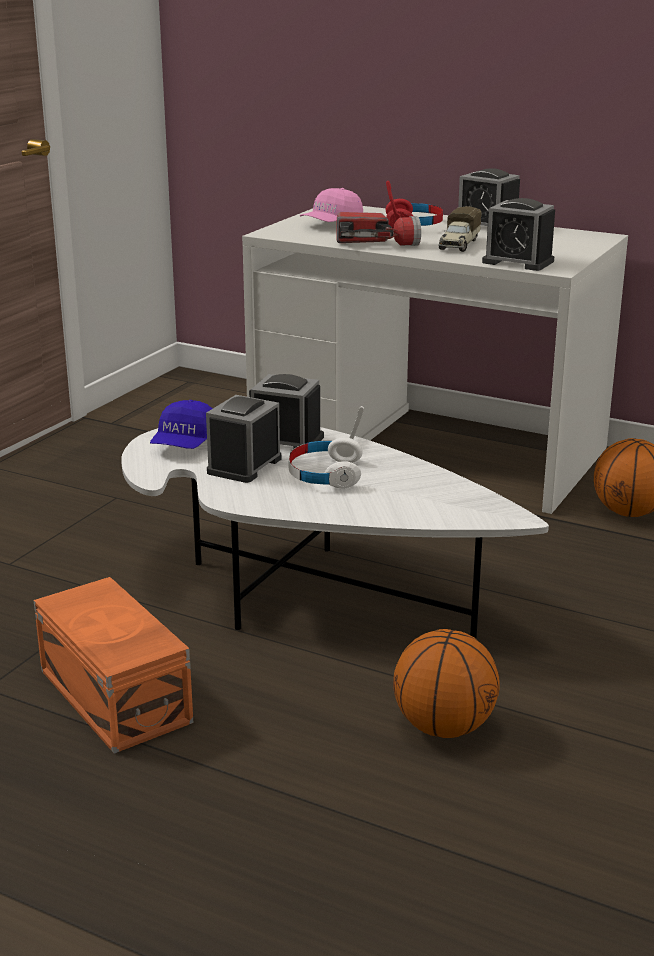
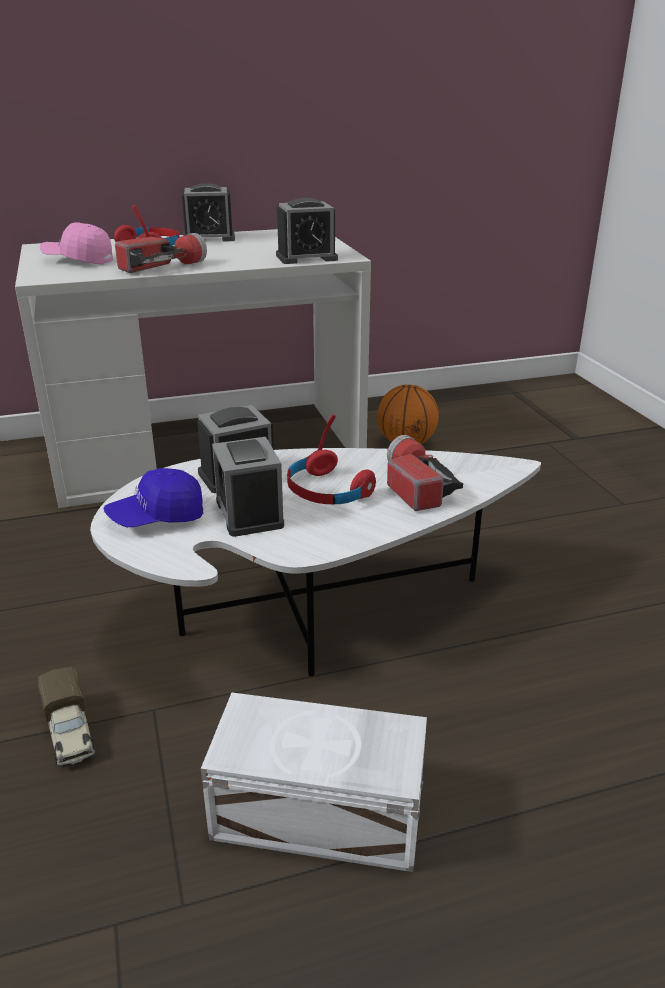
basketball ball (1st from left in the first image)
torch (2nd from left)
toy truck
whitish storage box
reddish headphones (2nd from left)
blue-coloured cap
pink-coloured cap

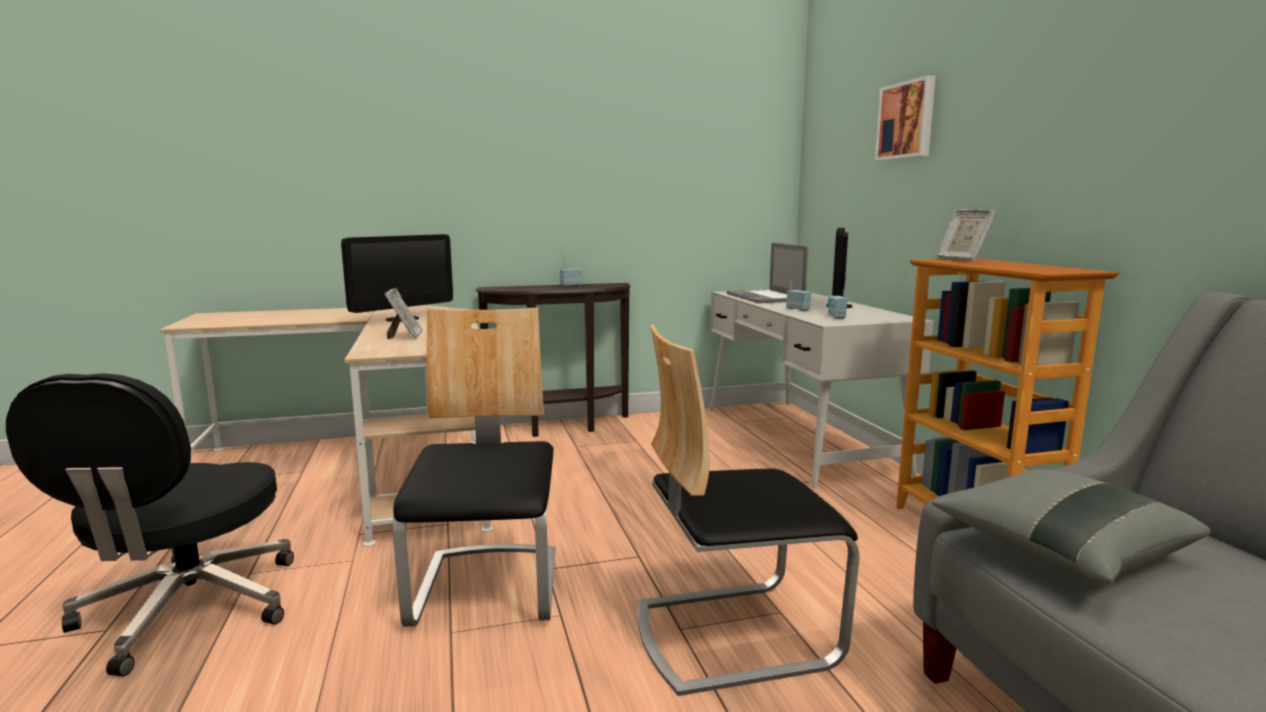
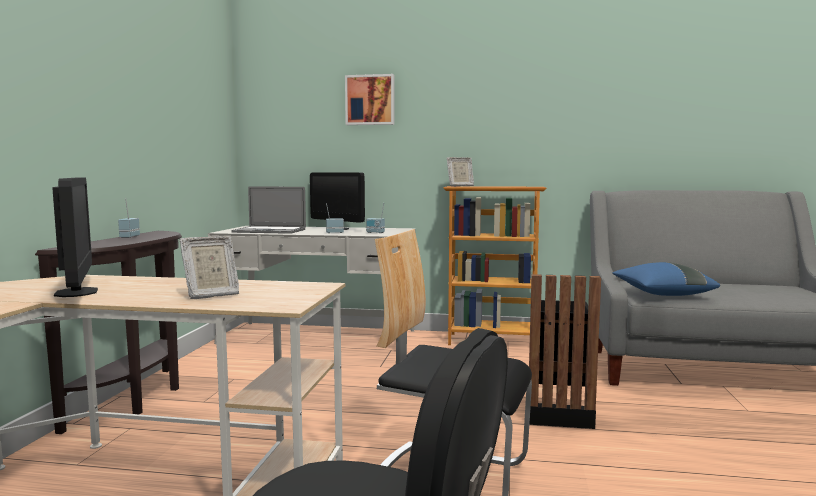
blackish waste bin
blue-coloured pillow
picture frame (1st from left)

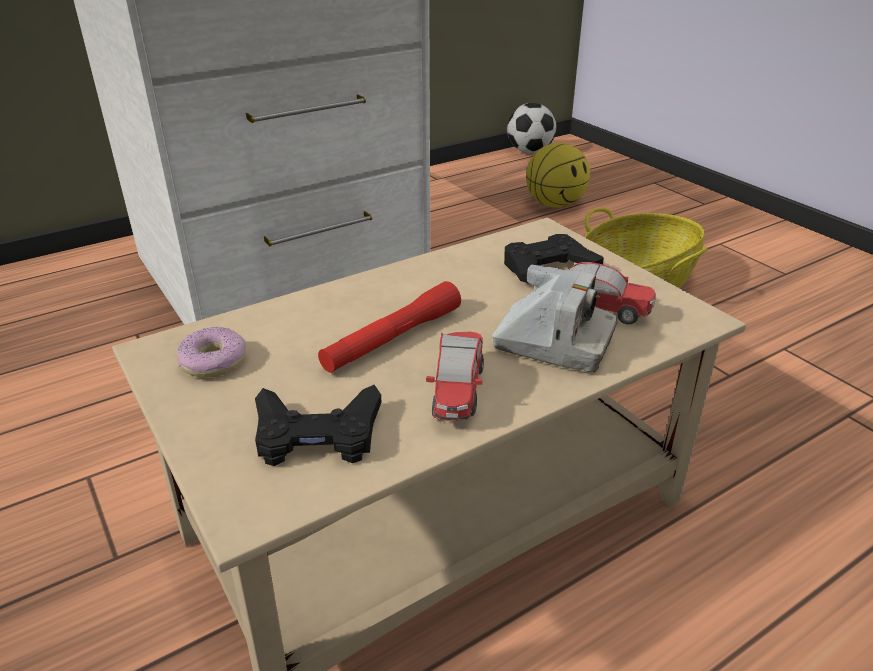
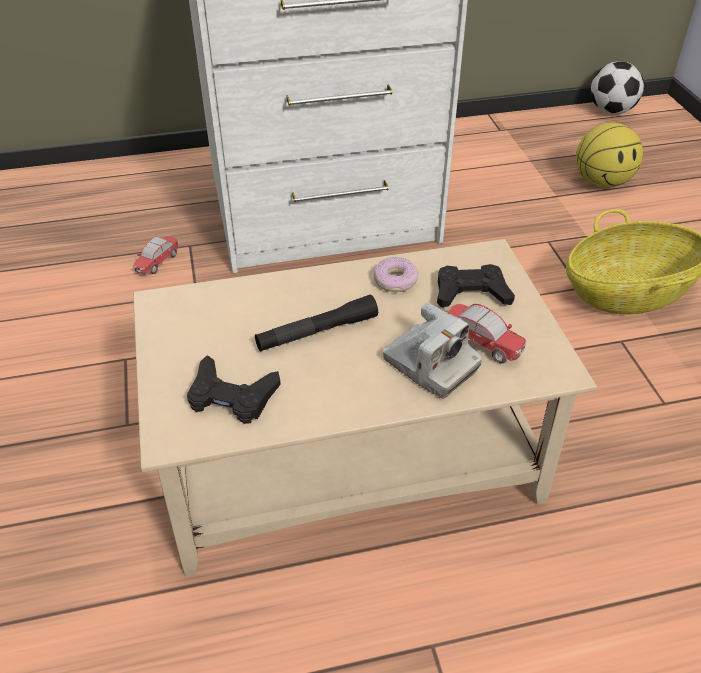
donut
model car (1st from left)
blackish torch

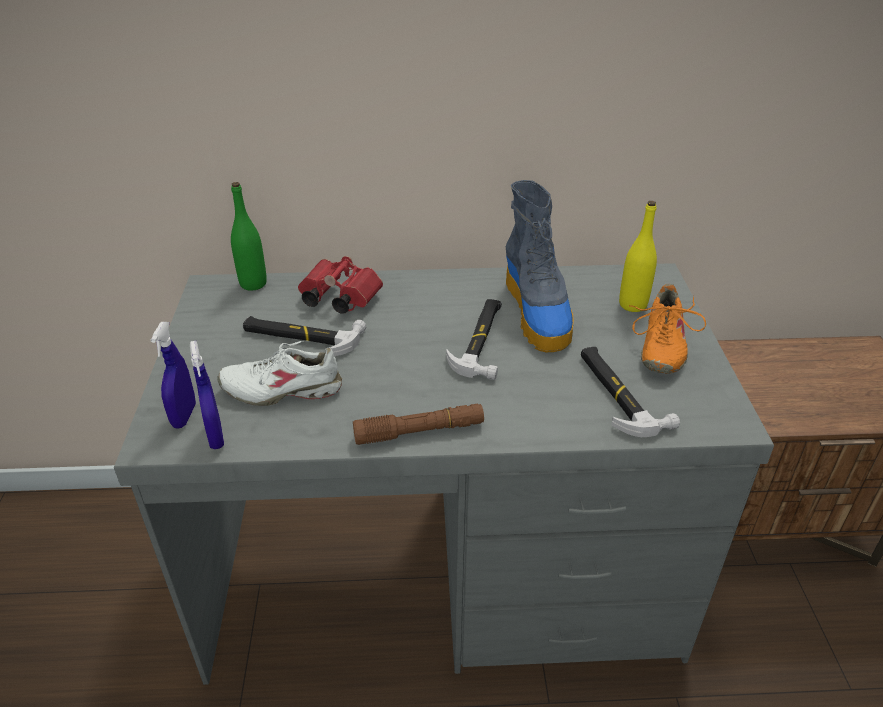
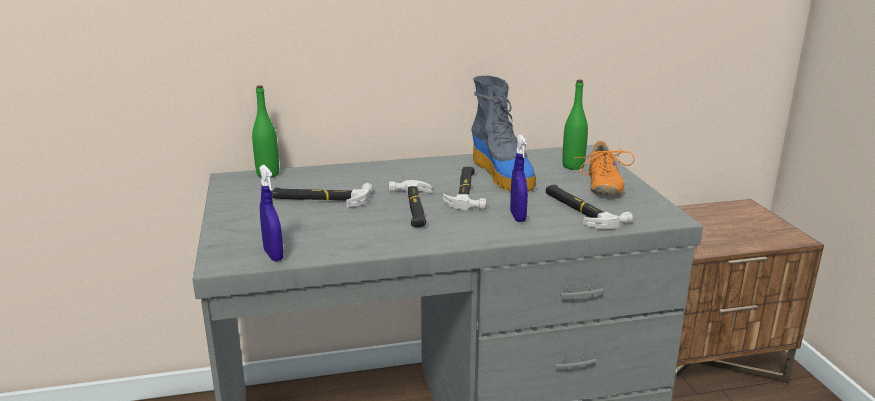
whitish item of footwear
reddish field glasses
brown-coloured torch
tool hammer (2nd from left)
blue-coloured spray bottle (2nd from left)
green-coloured drink bottle (2nd from left)

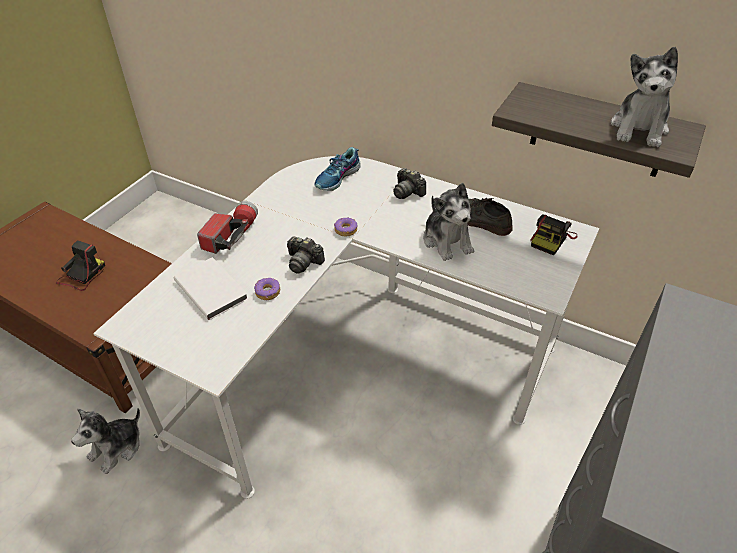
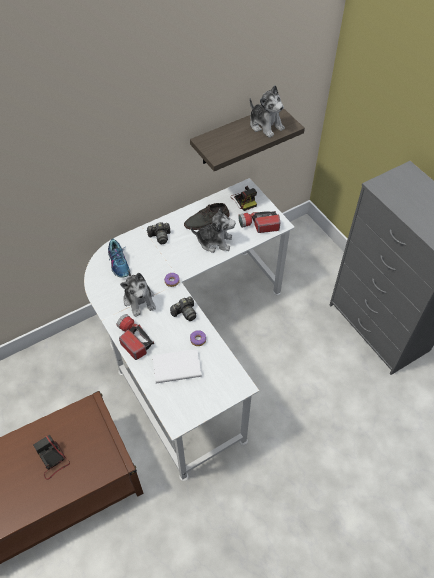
torch (2nd from left)
plush toy (1st from left)

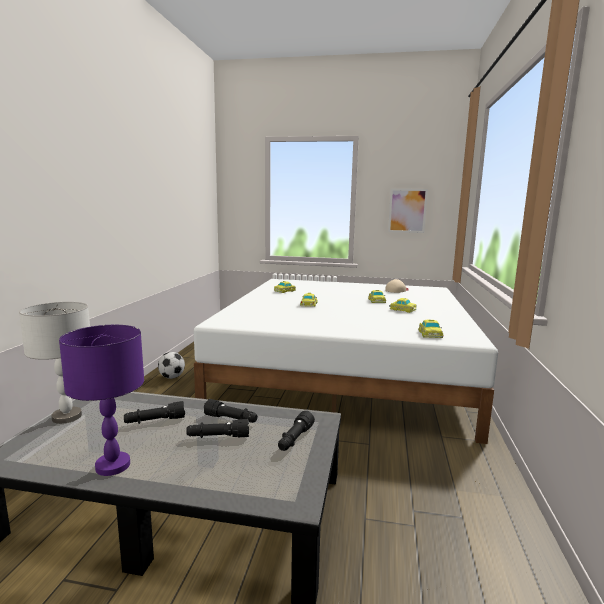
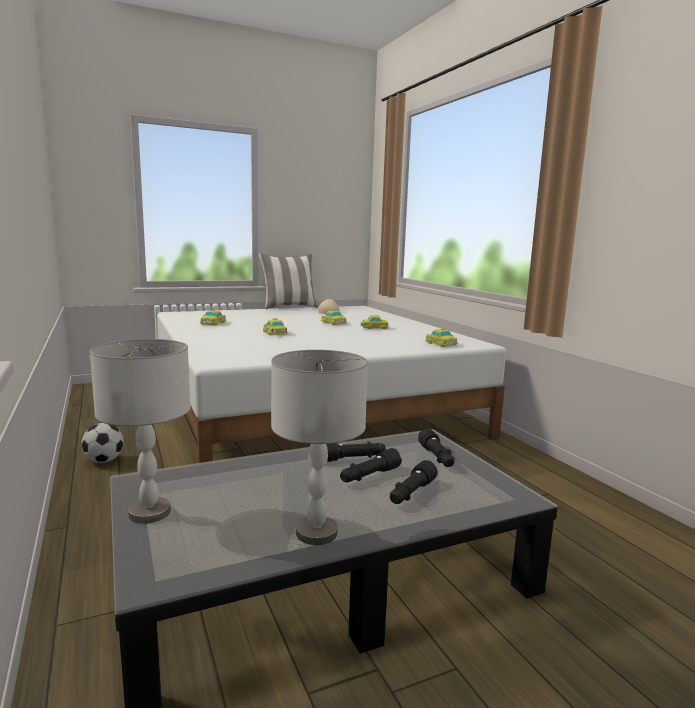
picture
pillow
blackish torch (3rd from left)
grey table lamp (2nd from left)

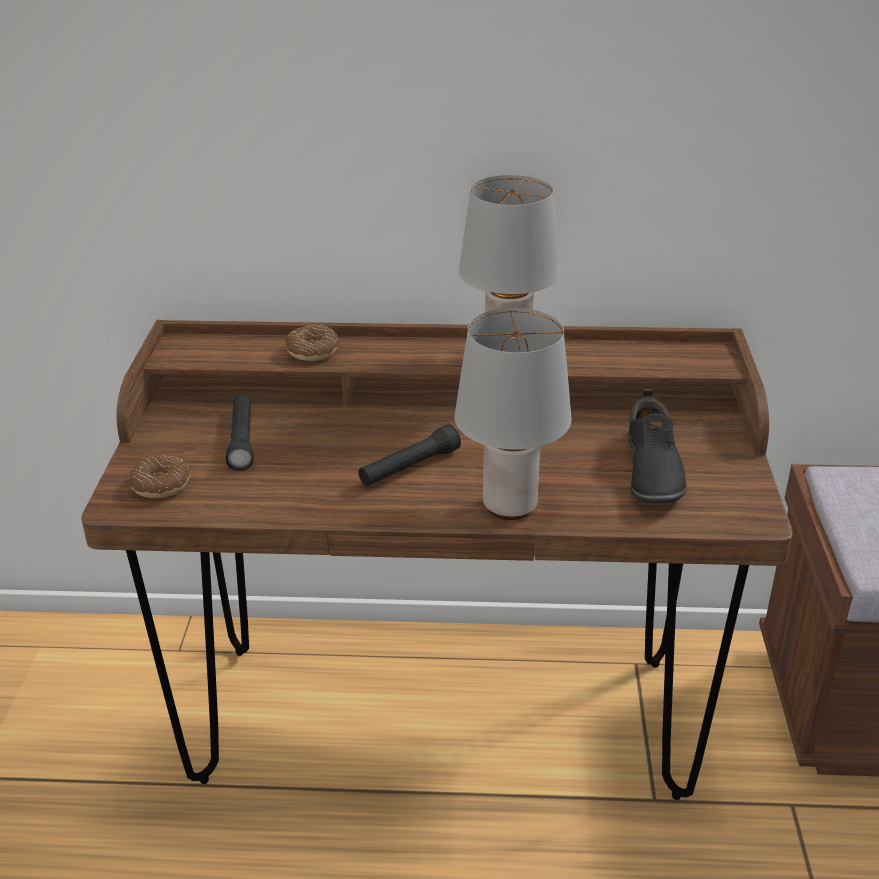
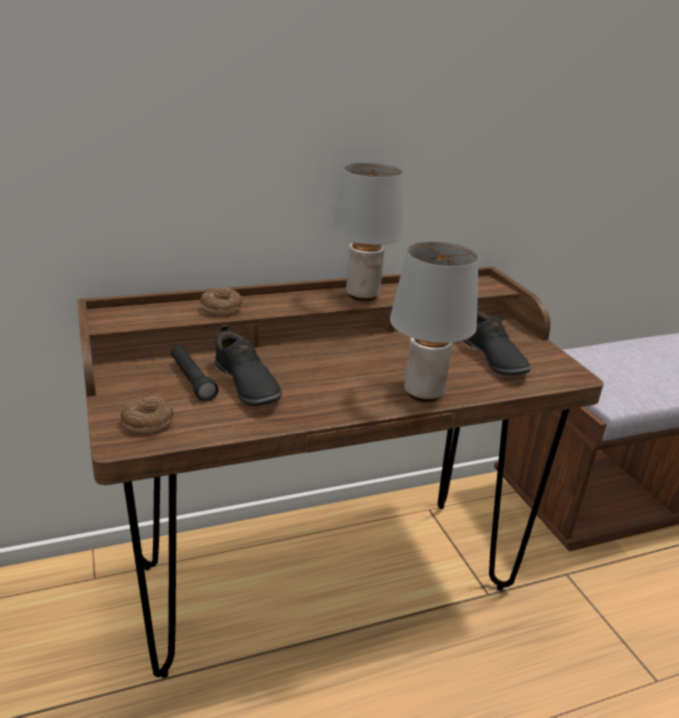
blackish torch (2nd from left in the first image)
blackish item of footwear (1st from left)

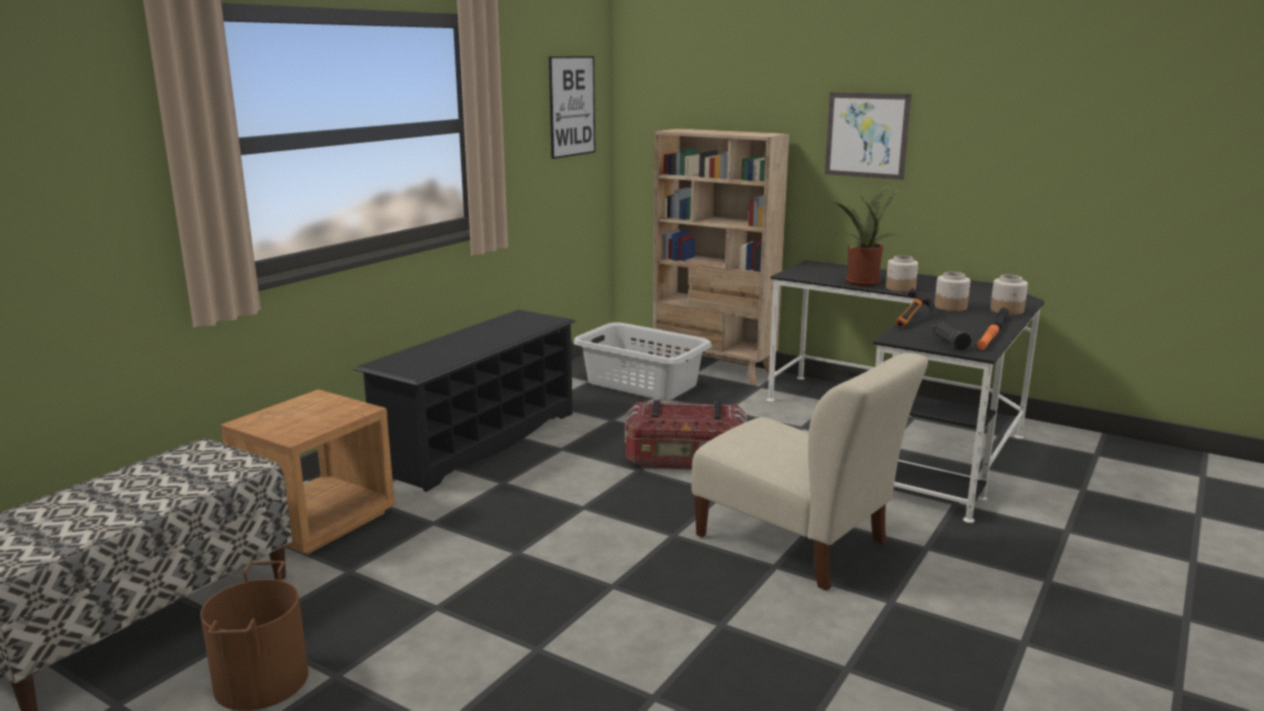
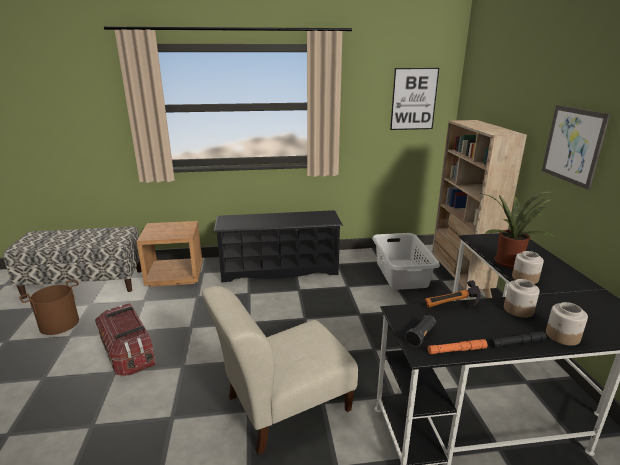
storage box
beige upright chair

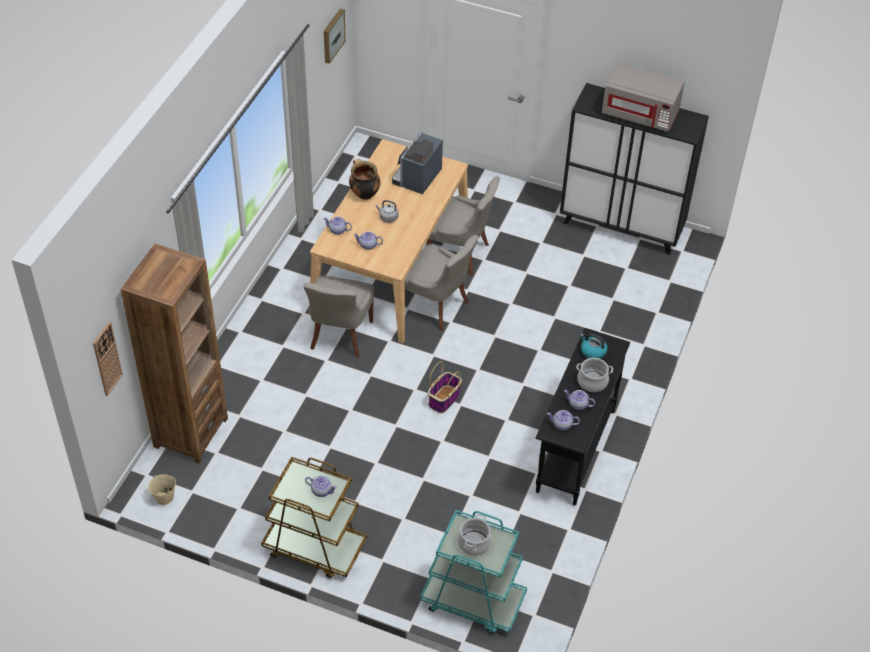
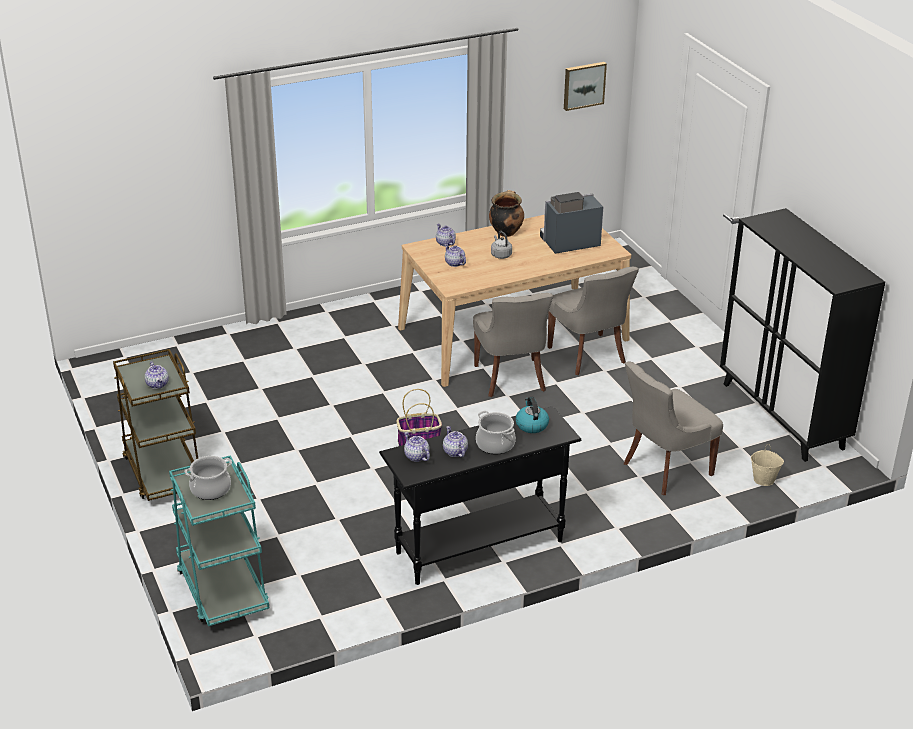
hanging clock
brown-coloured bookshelf
grey microwave
beige pail
grey upright chair (3rd from left)

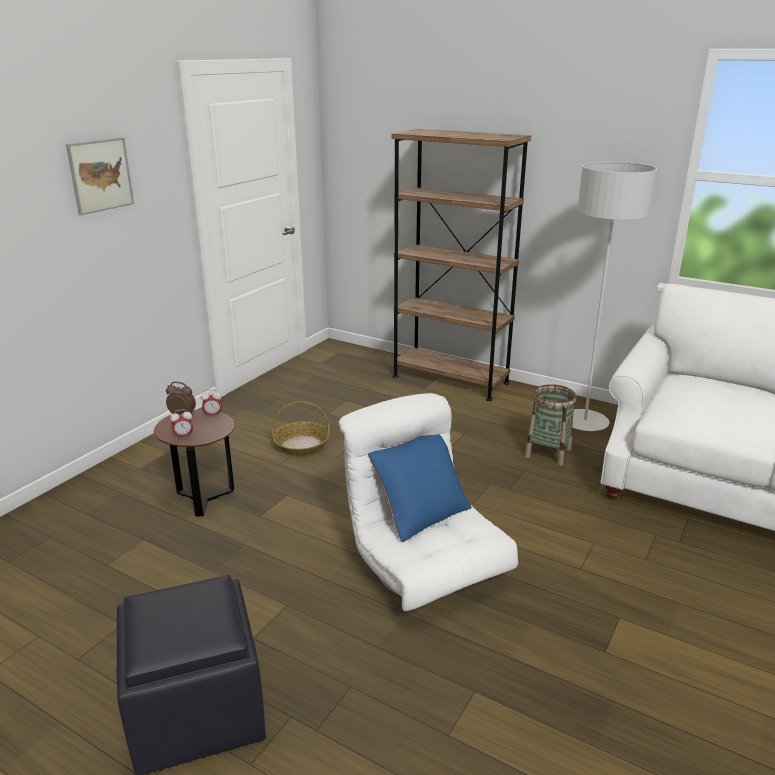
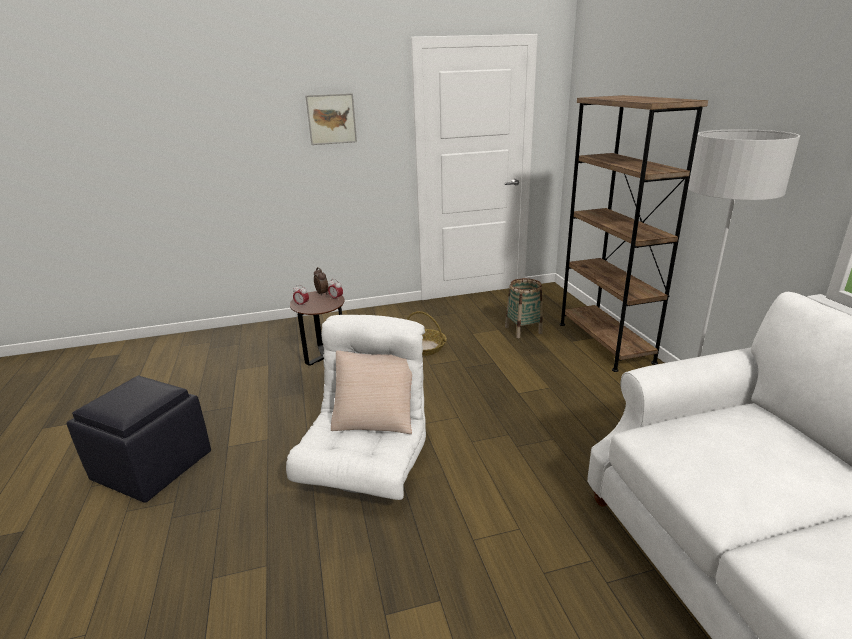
household basket (2nd from left)
beige pillow

